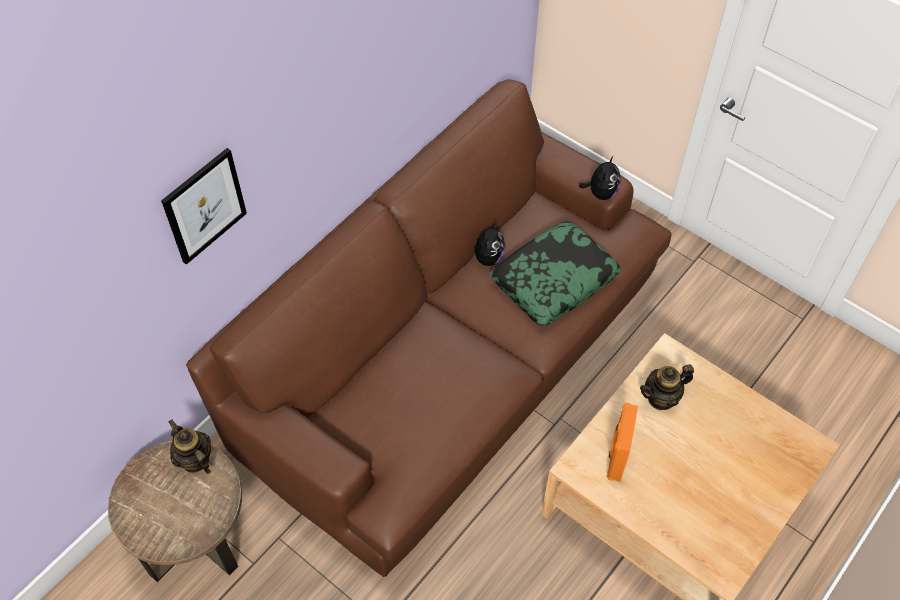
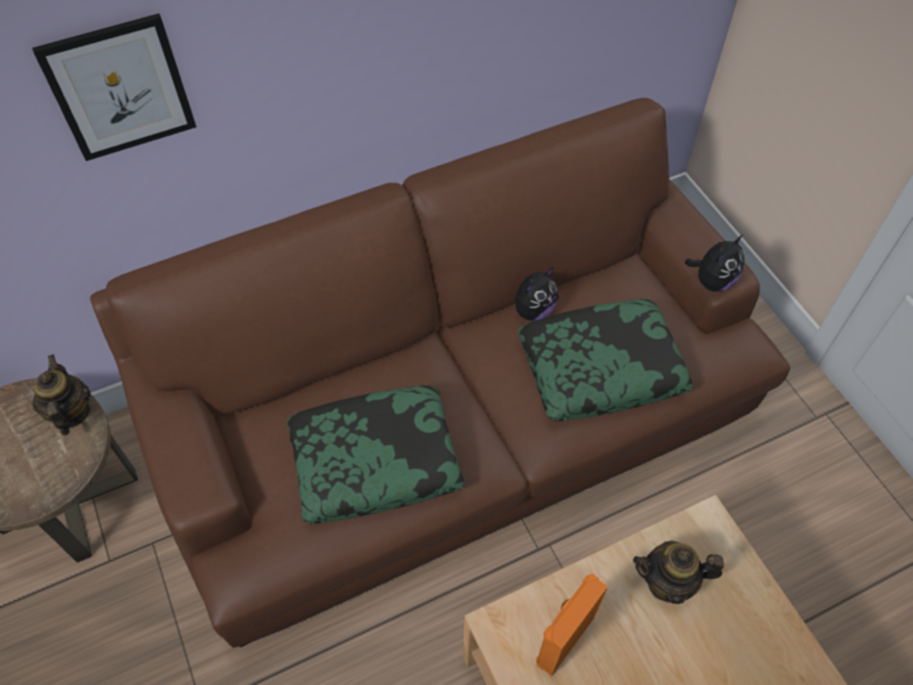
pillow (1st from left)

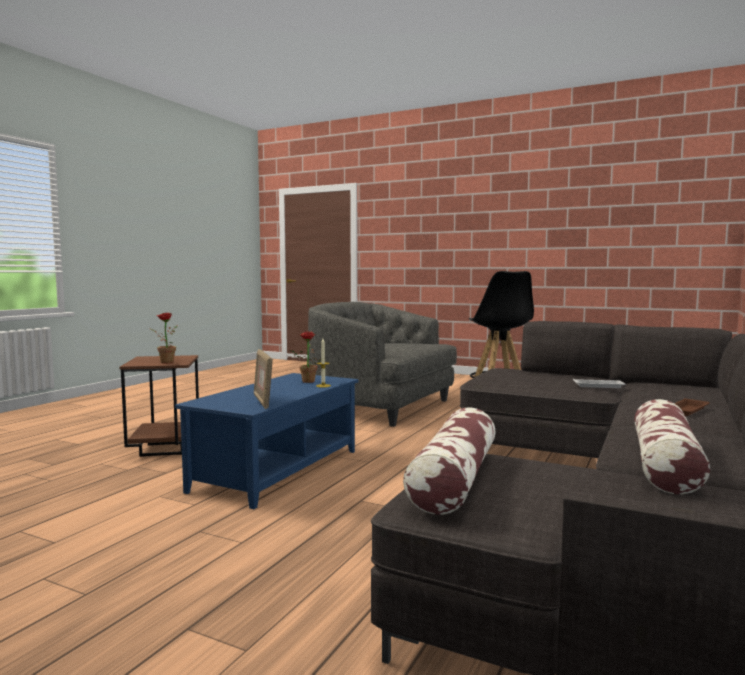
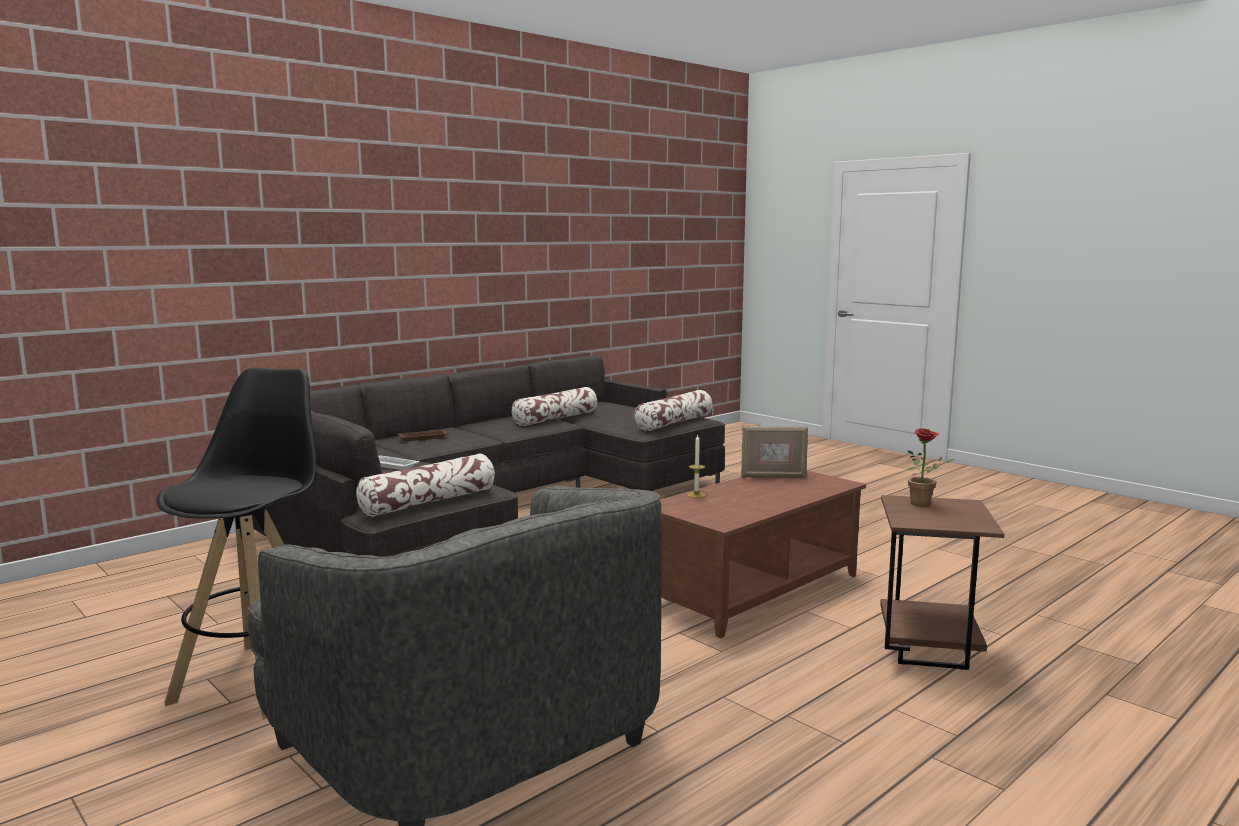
potted plant (2nd from left in the first image)
pillow (1st from left)
brown-coloured low table
picture frame

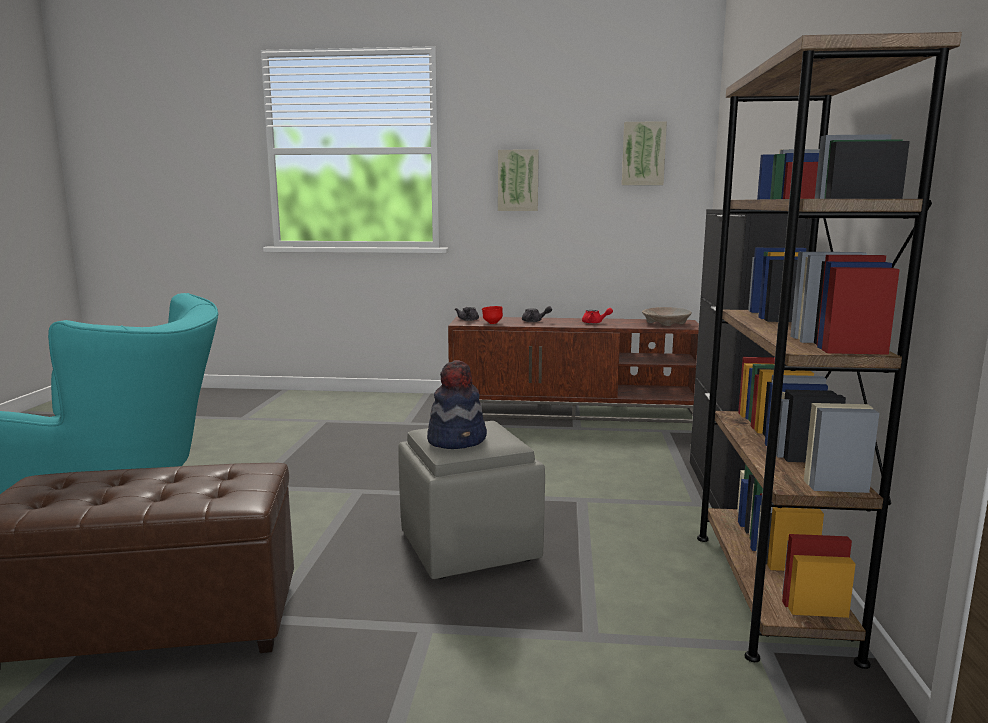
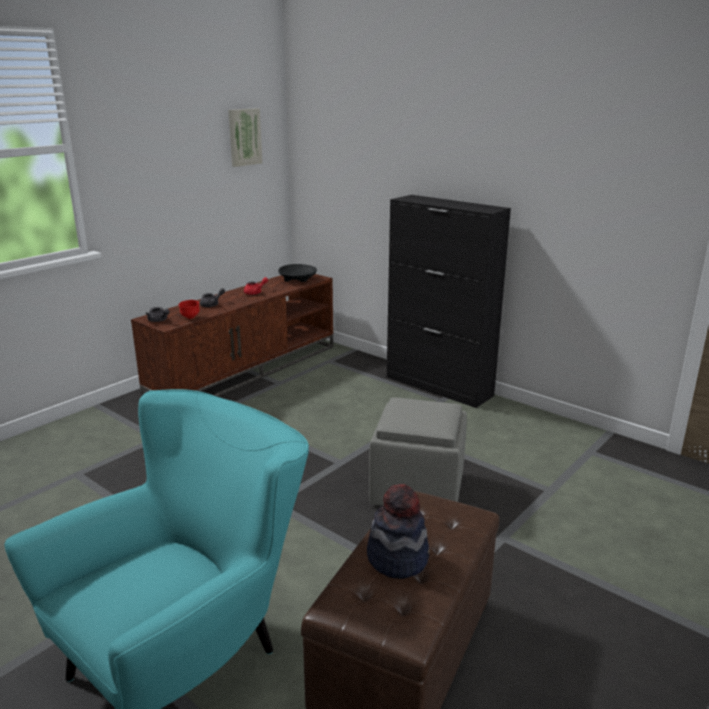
picture (1st from left in the first image)
brown-coloured bookshelf
hat
blackish bowl

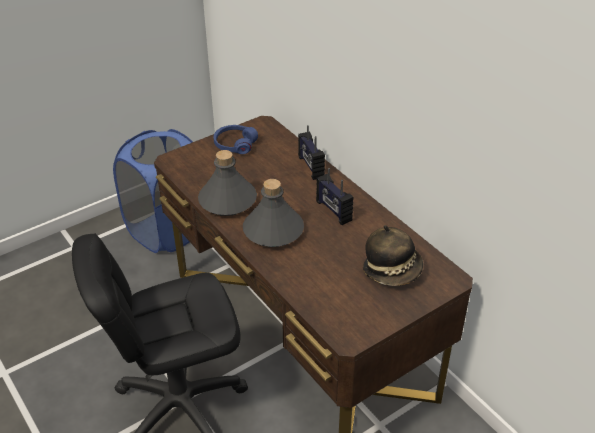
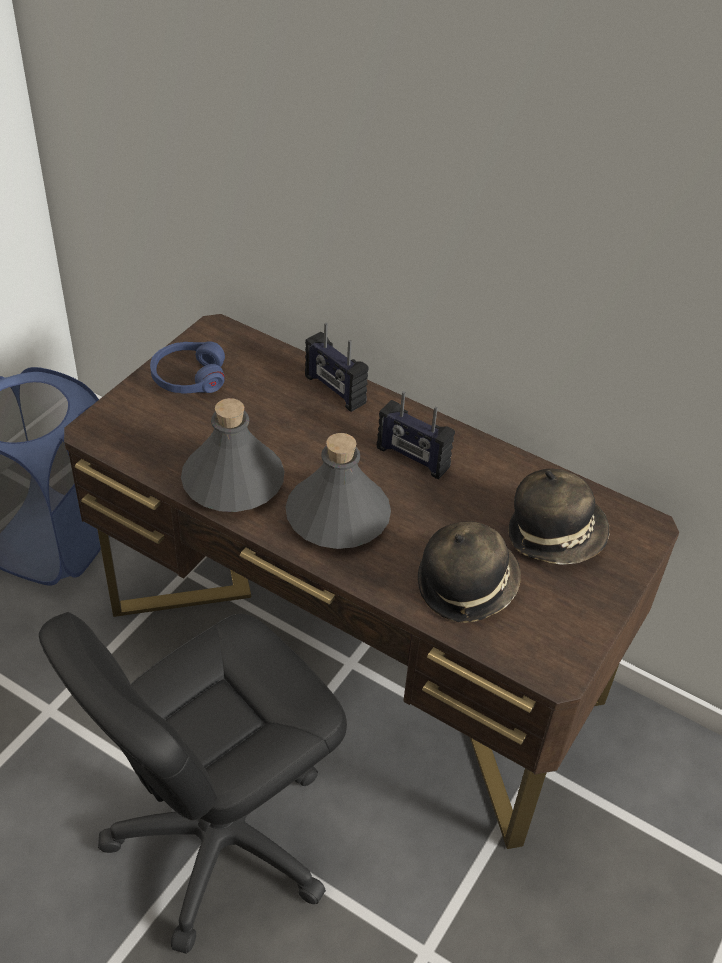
hat (1st from left)

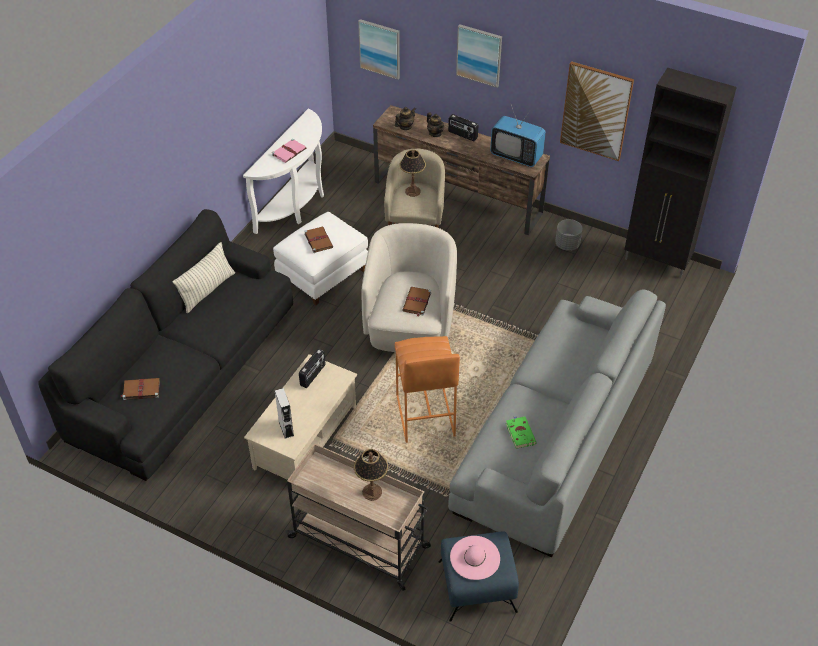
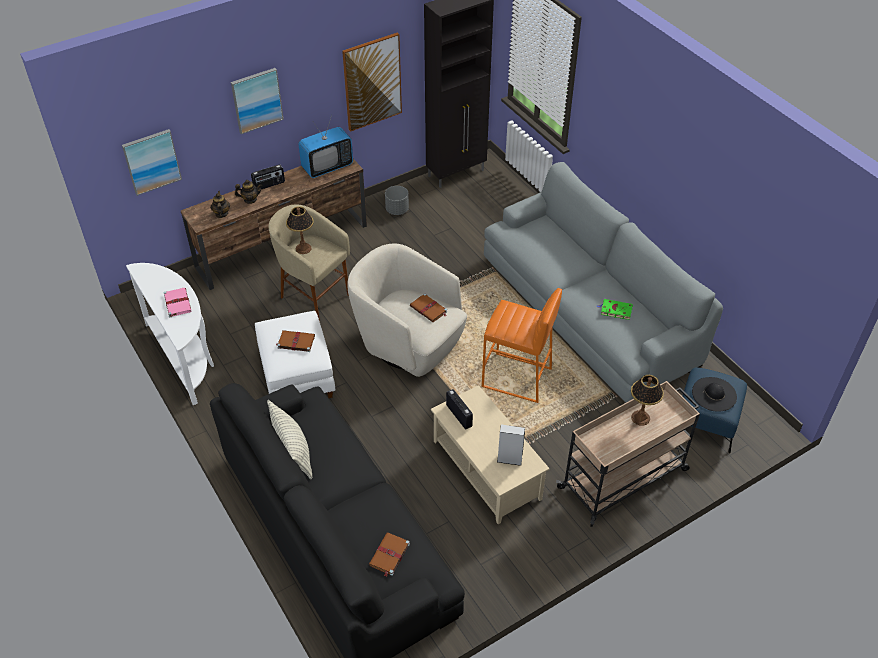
blackish hat

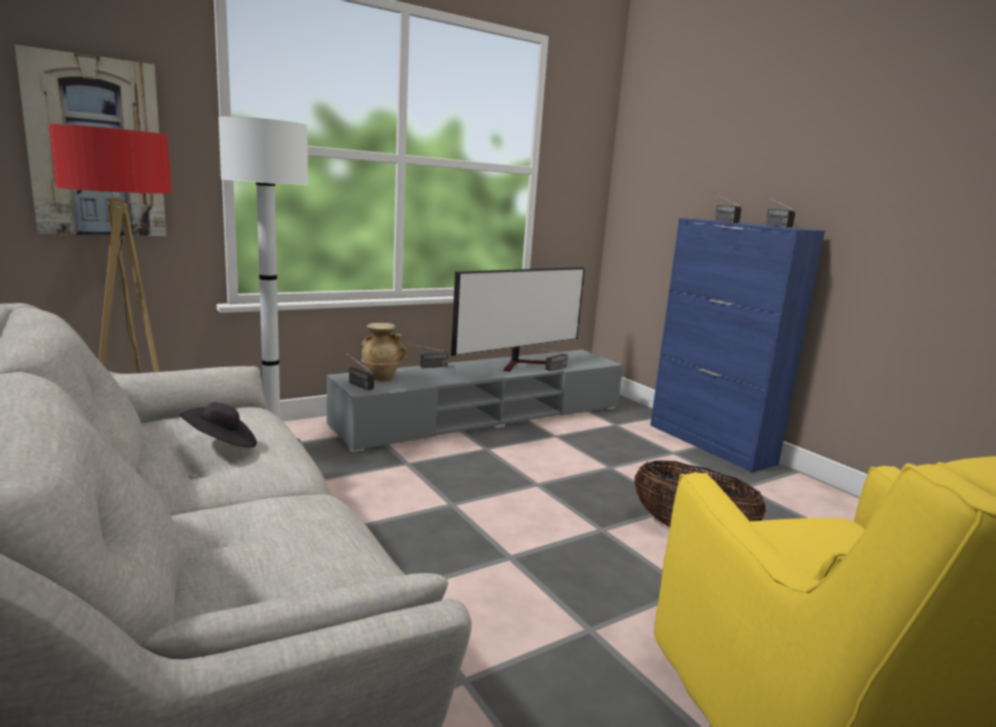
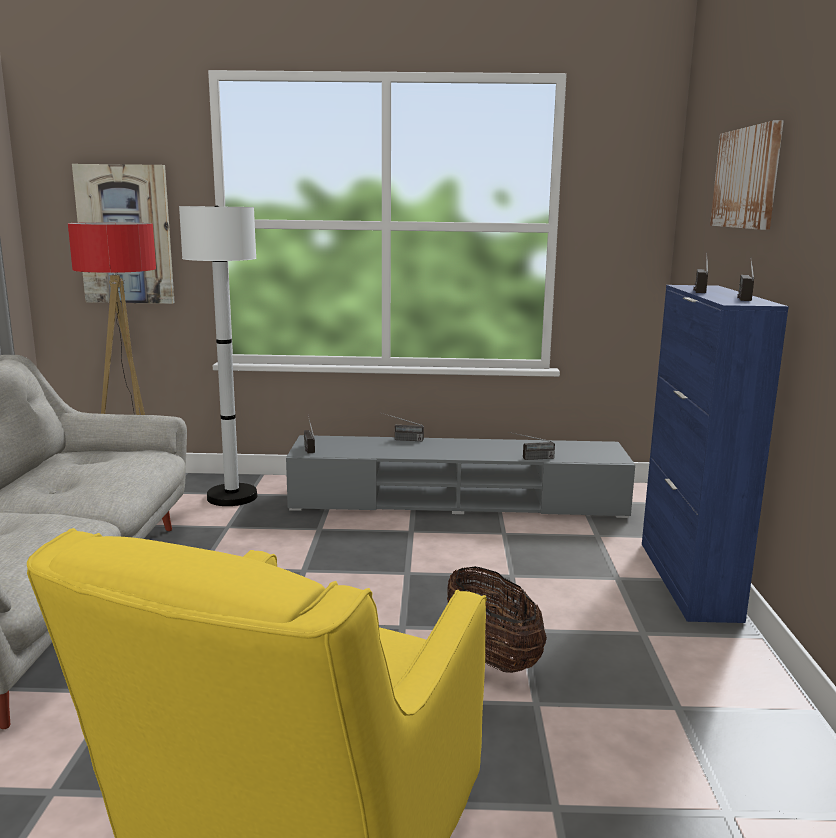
blackish hat
beige decorative vase
TV set
picture (2nd from left)

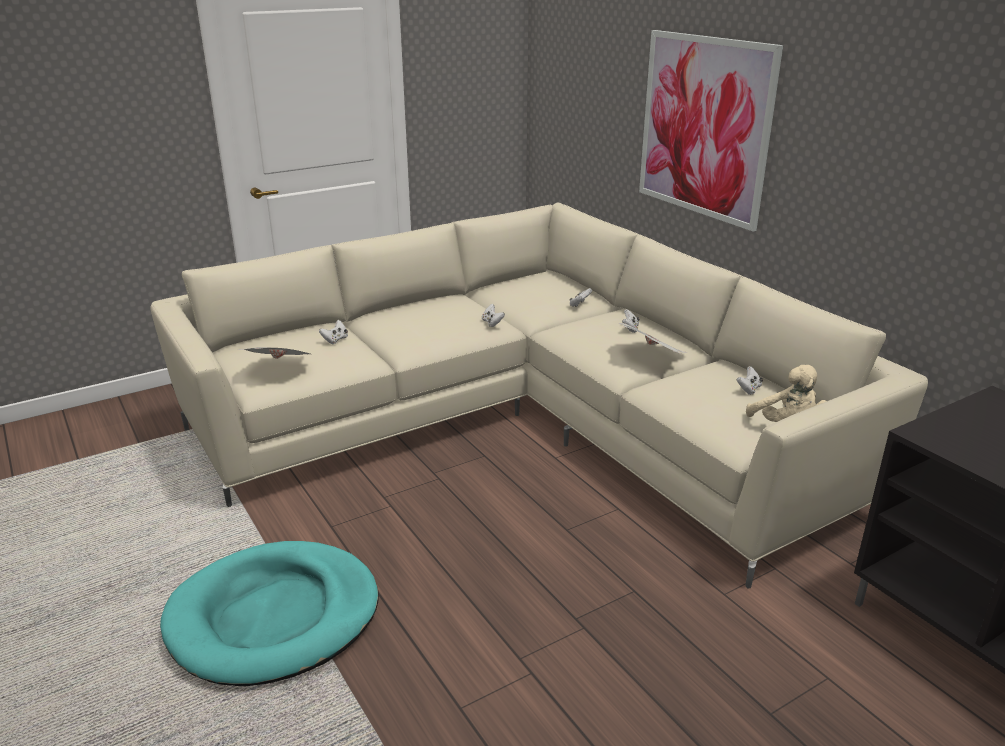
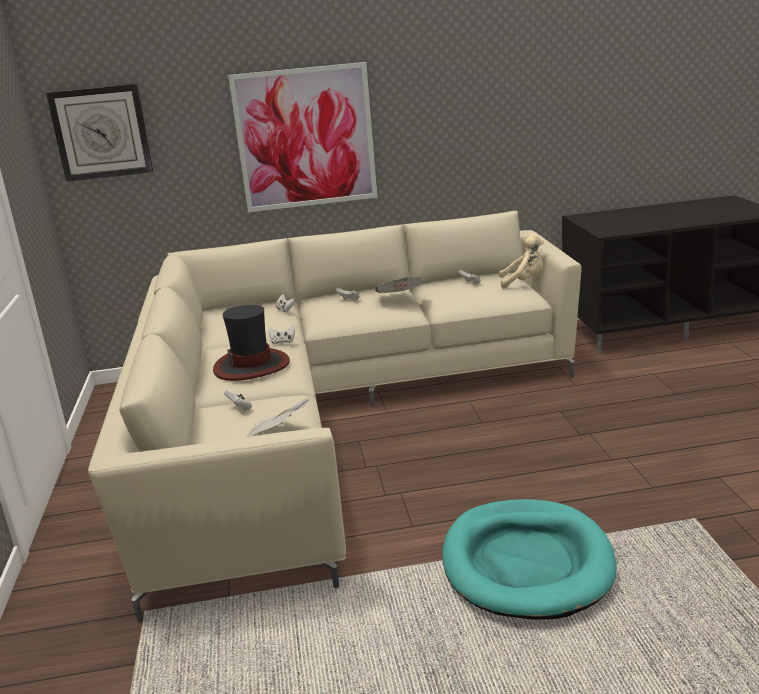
hanging clock
hat

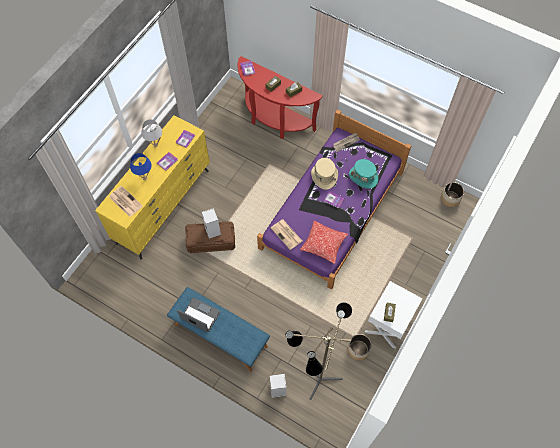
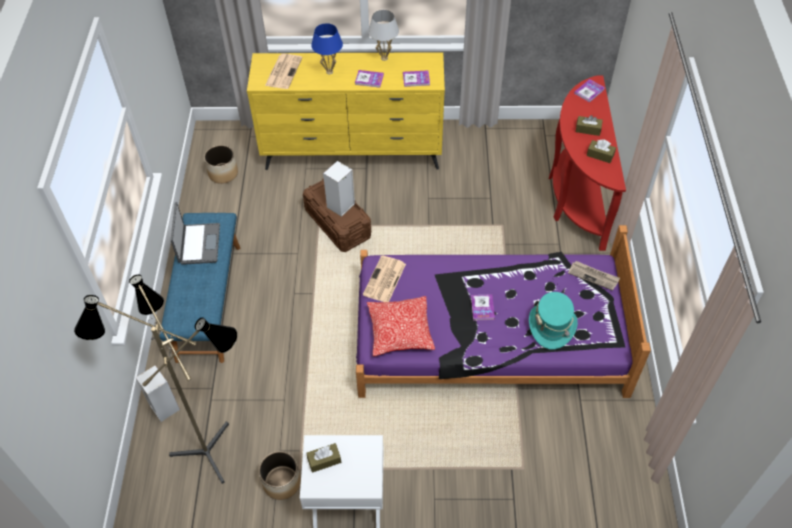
beige hat
flower pot (1st from left)

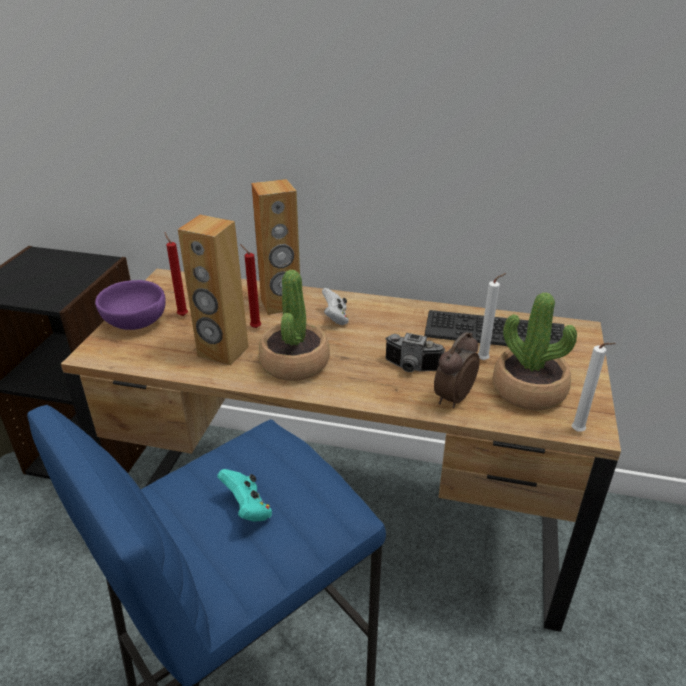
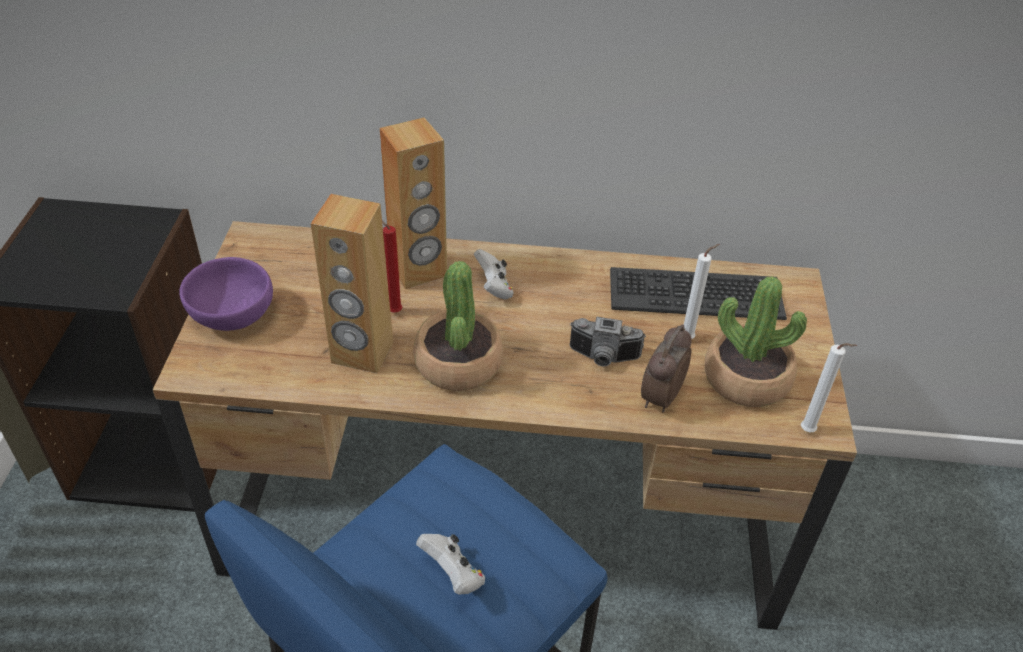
reddish wax light (1st from left in the first image)
whitish game controller (1st from left)

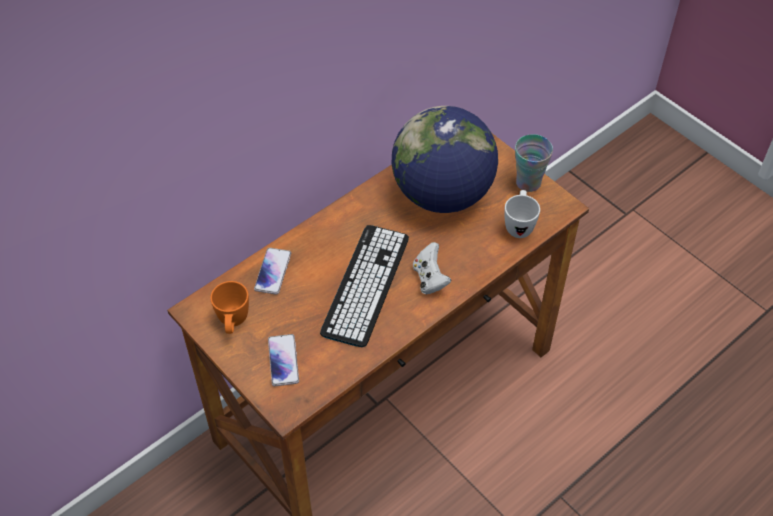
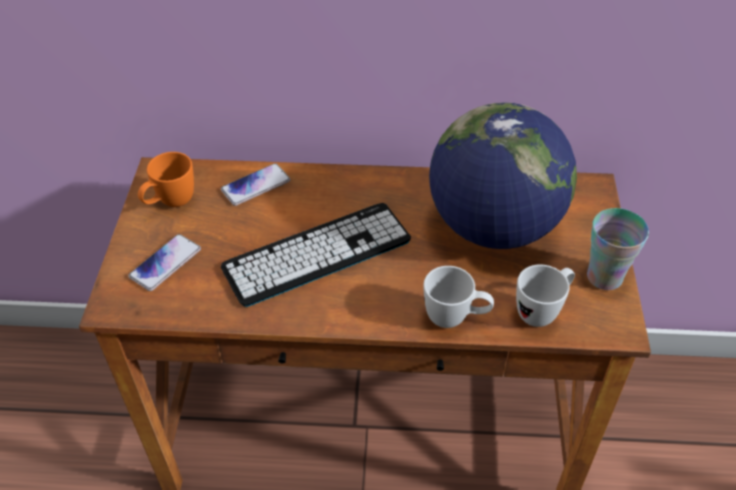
whitish game controller
whitish tea mug (1st from left)

